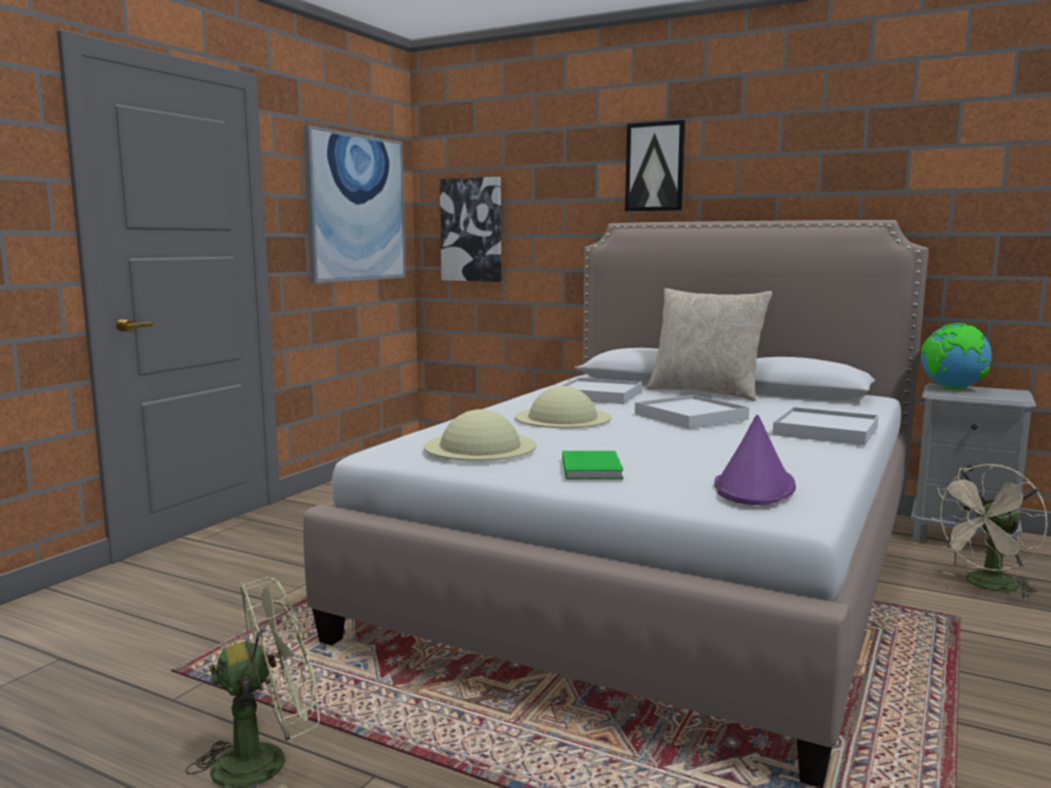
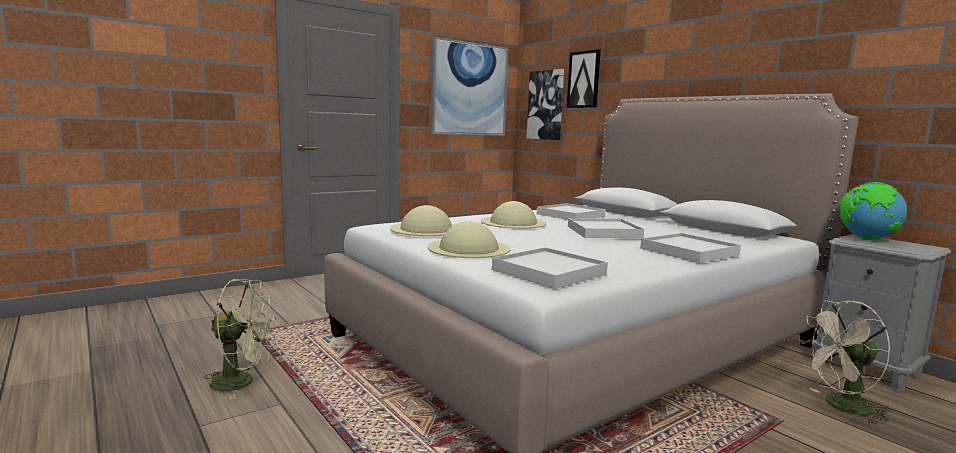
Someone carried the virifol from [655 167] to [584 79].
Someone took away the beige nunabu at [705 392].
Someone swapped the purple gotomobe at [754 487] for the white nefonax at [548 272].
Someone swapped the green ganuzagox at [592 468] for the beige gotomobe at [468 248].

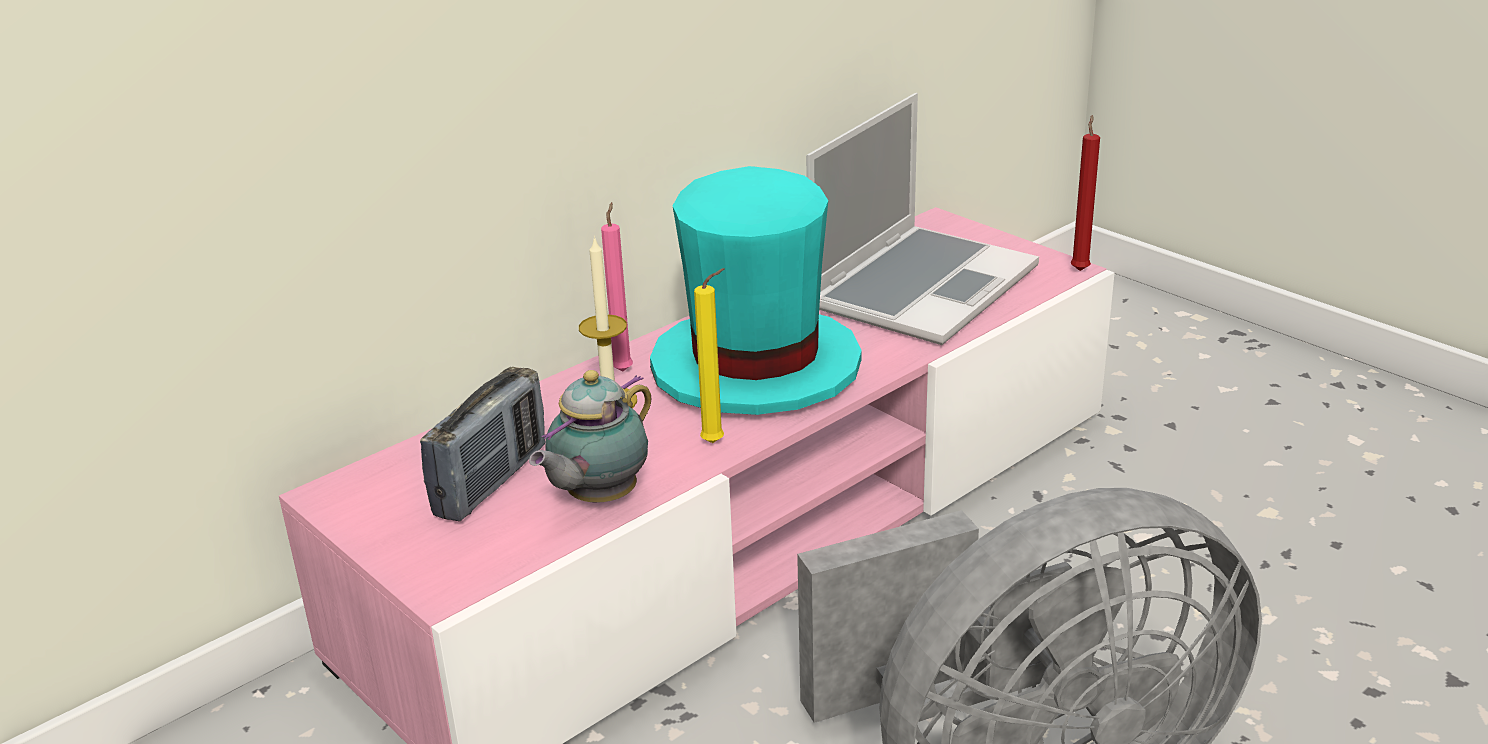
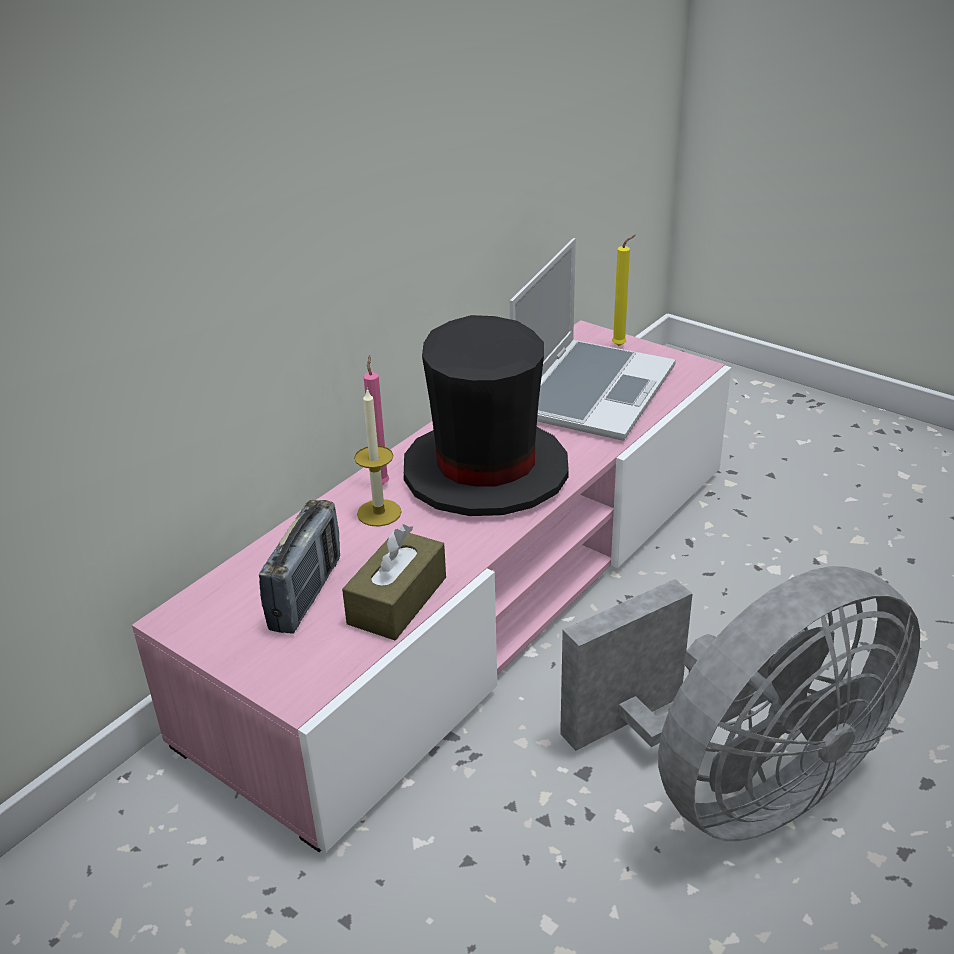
Someone took away the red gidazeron at [1080 269].
Someone repainted the turquoise gotomobe at [755 367], which became the black gotomobe at [485 472].
Someone carried the yellow gidazeron from [716 442] to [621 345].
Someone swapped the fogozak at [598 498] for the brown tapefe at [397 600].

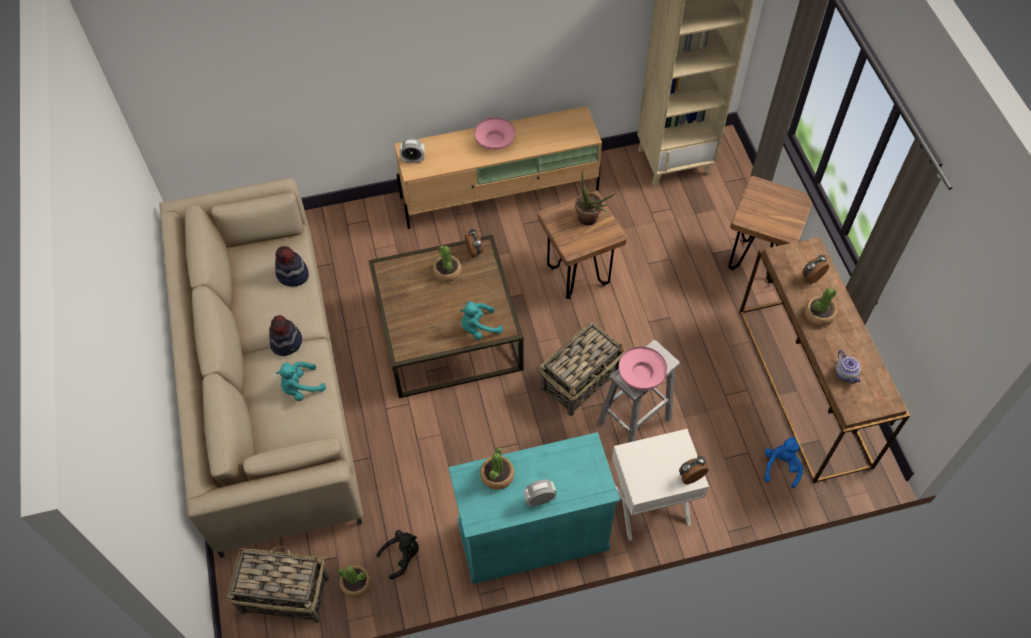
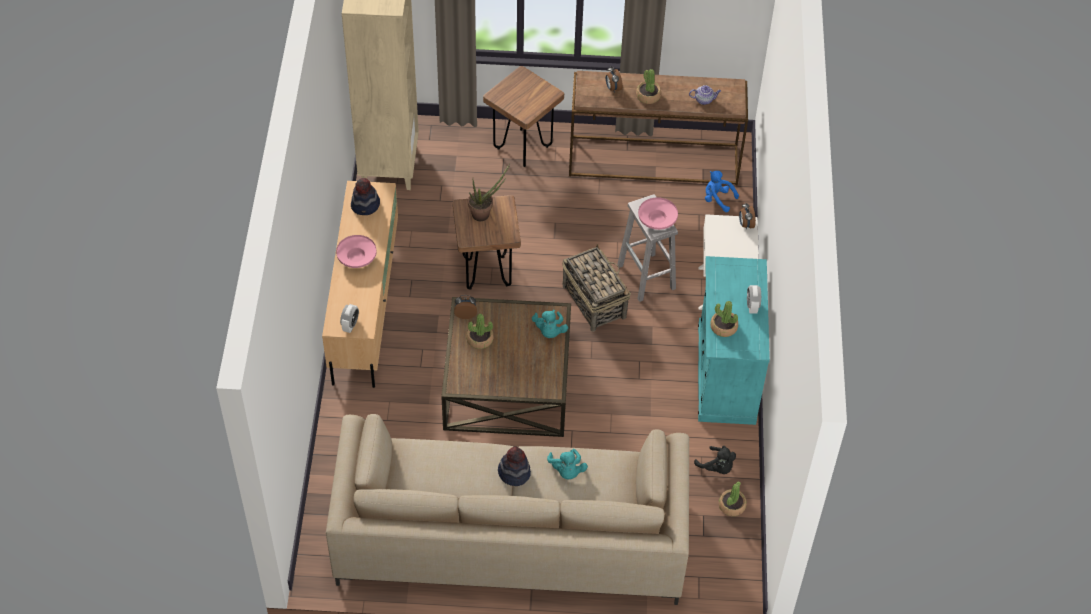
Someone carried the gotomobe from [292 275] to [365 205].
Someone rotated the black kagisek at [402 556] by 150 degrees clockwise.
Someone took away the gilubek at [284 594].

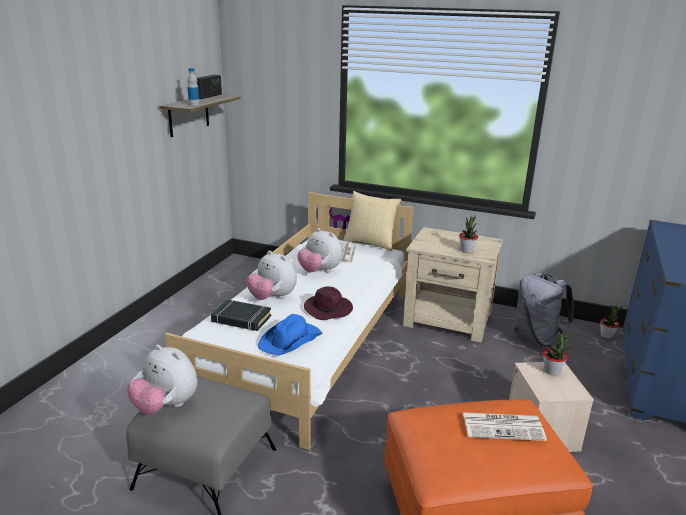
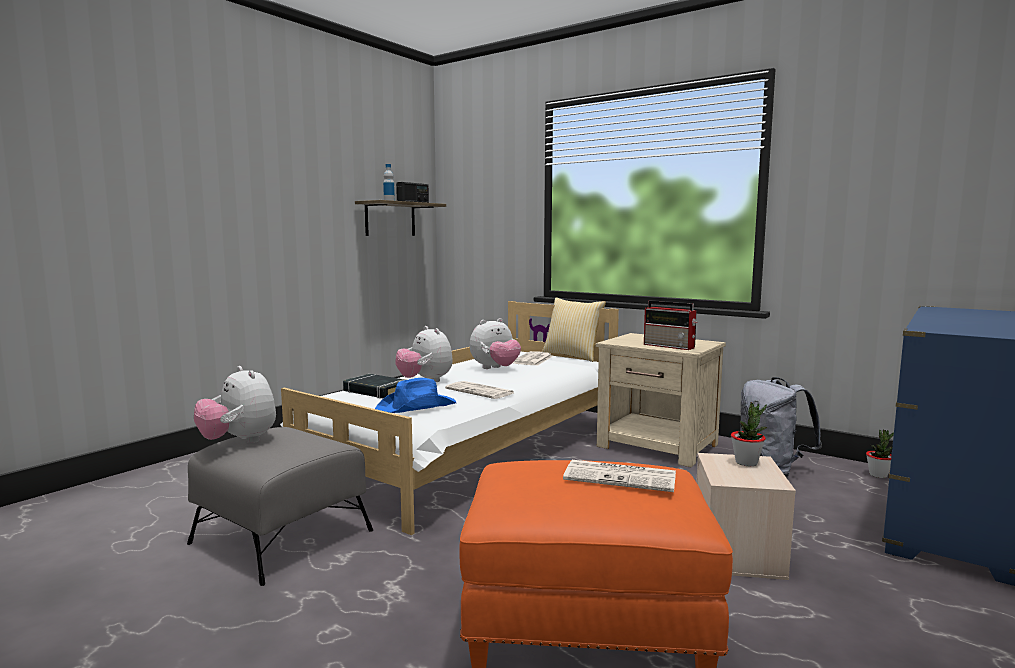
Someone swapped the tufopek at [466 250] for the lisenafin at [670 346].
Someone rotated the kagisek at [320 271] by 90 degrees counterclockwise.
Someone swapped the purple gotomobe at [329 310] for the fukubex at [481 391].

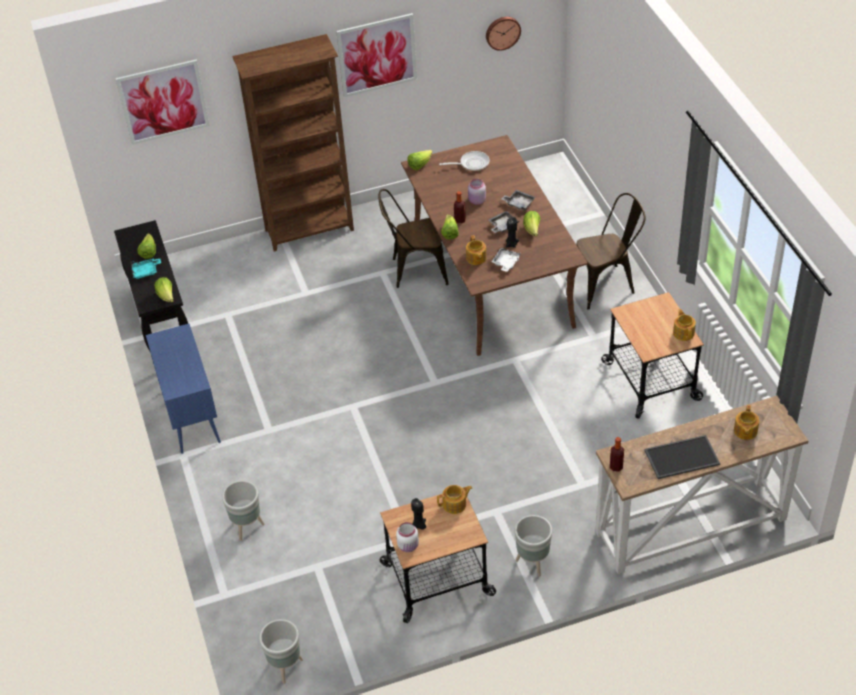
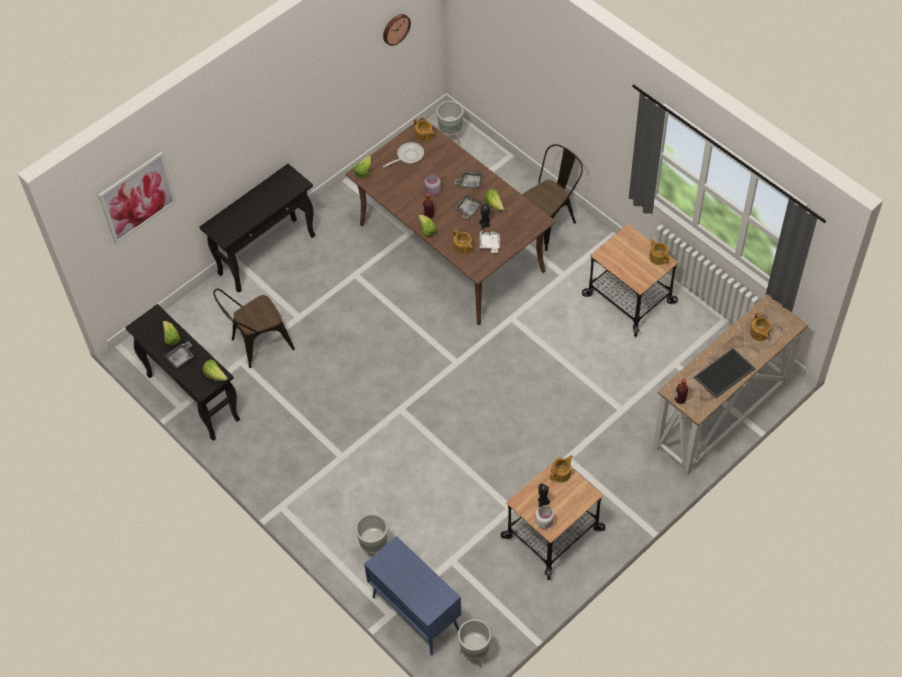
Someone took away the virifol at [377 55].
Someone swapped the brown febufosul at [310 230] for the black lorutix at [267 254].
Someone carried the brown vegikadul from [414 270] to [257 345].
Someone repainted the turquoise nefonax at [146 271], which became the grey nefonax at [181 357].
Someone carried the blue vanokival from [191 415] to [415 613].
Someone carried the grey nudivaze from [533 563] to [451 137].
Someone put down the fogozak at [424 136].

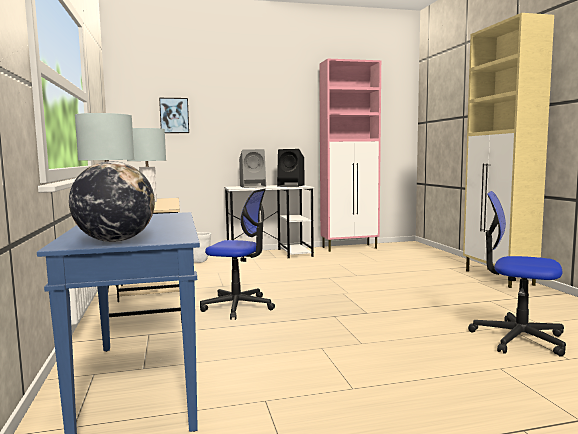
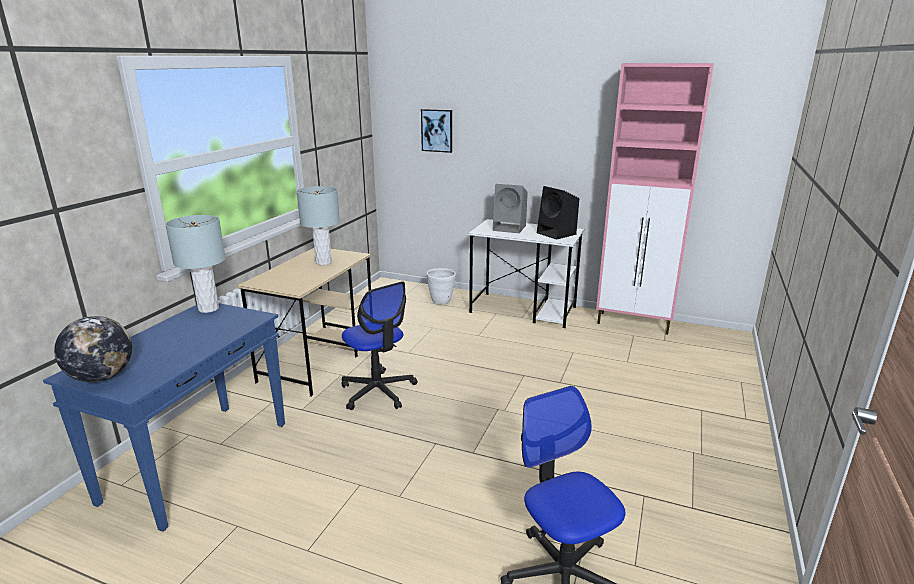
Someone took away the beige vanokival at [499 278].

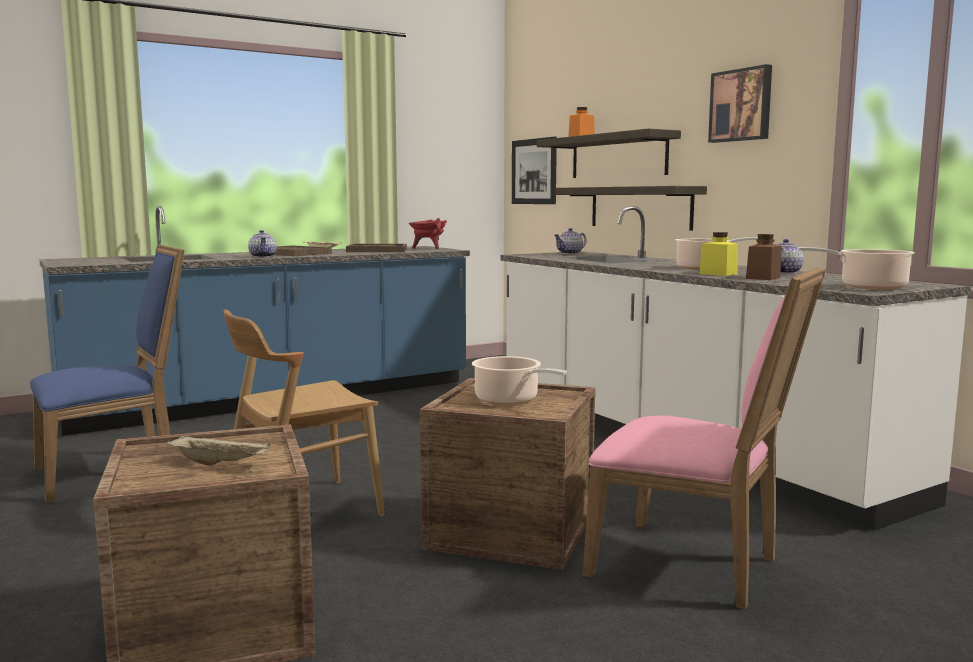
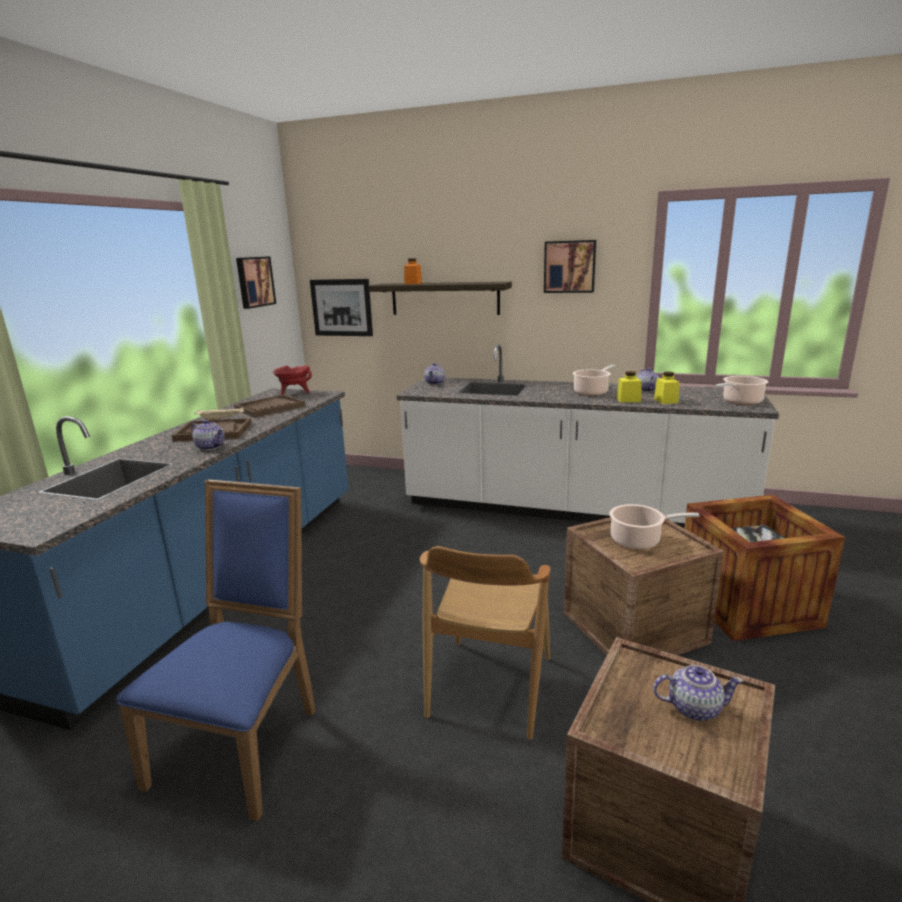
Someone took away the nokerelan at [640 207].
Someone repainted the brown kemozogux at [763 278], which became the yellow kemozogux at [666 401].
Someone swapped the pink vegikadul at [694 566] for the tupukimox at [747 605].
Someone swapped the beige nefonax at [222 464] for the fogozak at [693 708].
Someone put up the virifol at [254 282].

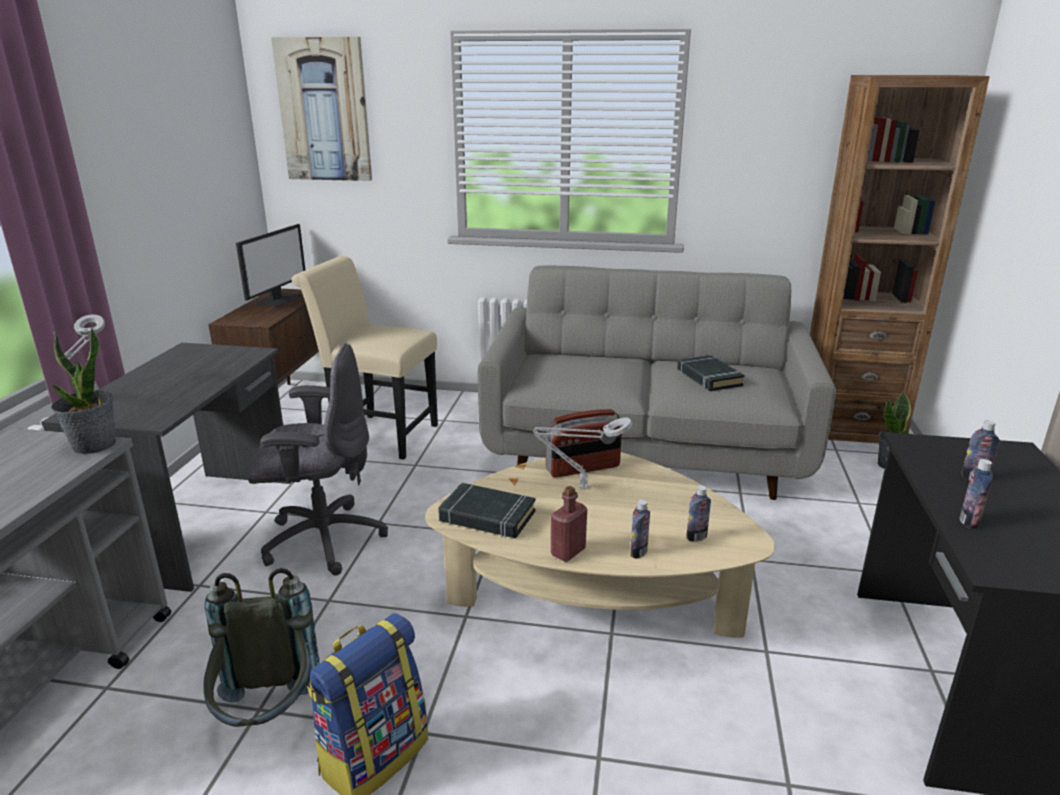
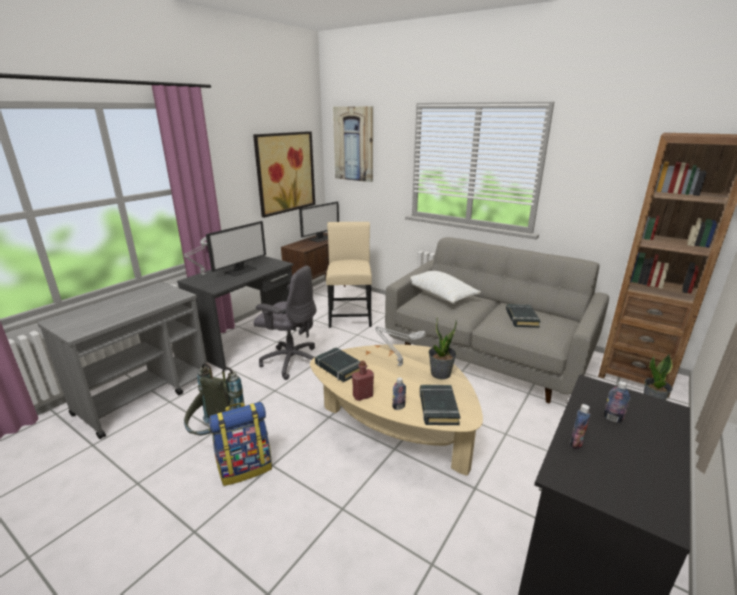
Someone rotated the beige vegikadul at [378 435] by 45 degrees clockwise.
Someone carried the tufopek from [94 445] to [440 374].
Someone took away the lisenafin at [583 468].
Someone swapped the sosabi at [696 537] for the black ganuzagox at [438 408].
Someone put up the virifol at [285 172].
Someone put down the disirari at [241 270].
Someone put down the white nunabu at [439 295].

